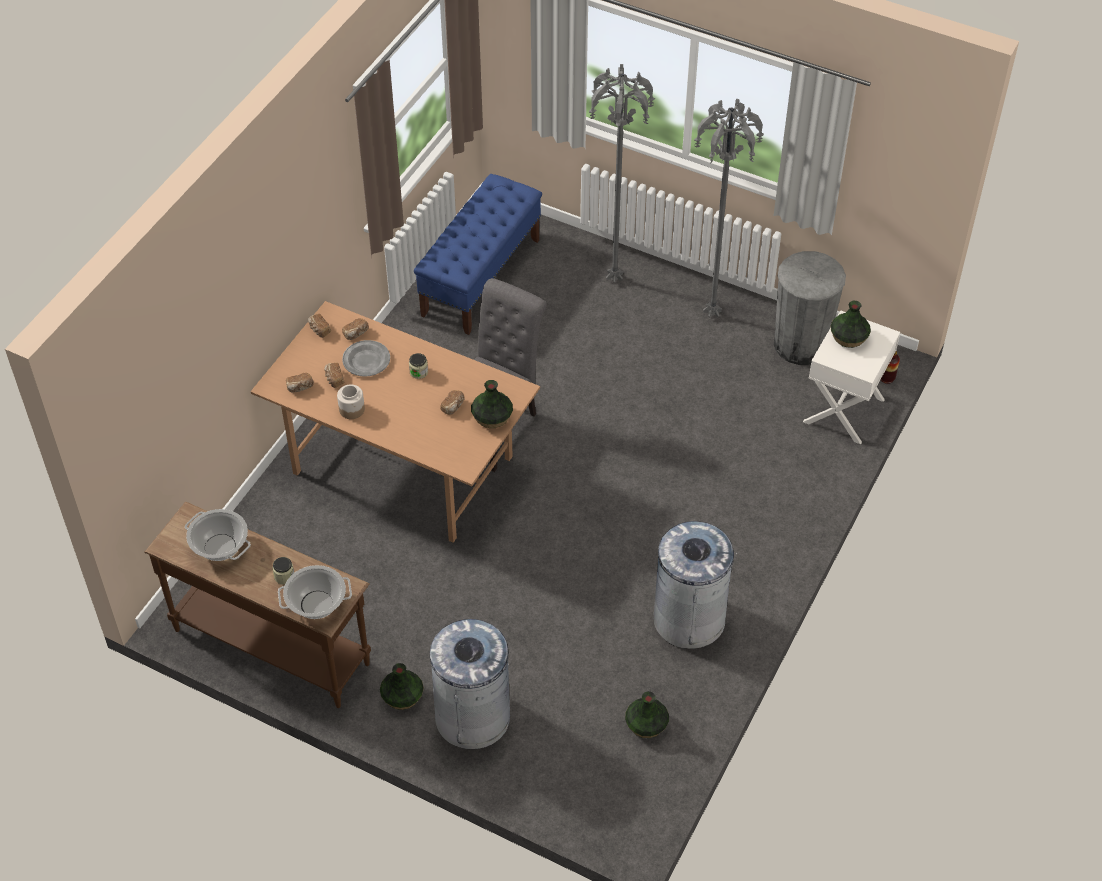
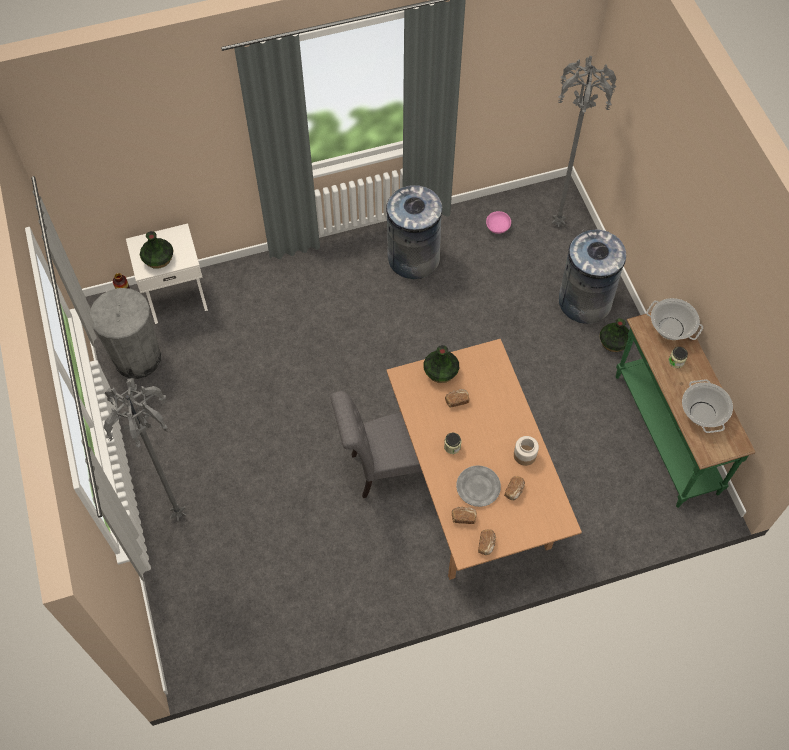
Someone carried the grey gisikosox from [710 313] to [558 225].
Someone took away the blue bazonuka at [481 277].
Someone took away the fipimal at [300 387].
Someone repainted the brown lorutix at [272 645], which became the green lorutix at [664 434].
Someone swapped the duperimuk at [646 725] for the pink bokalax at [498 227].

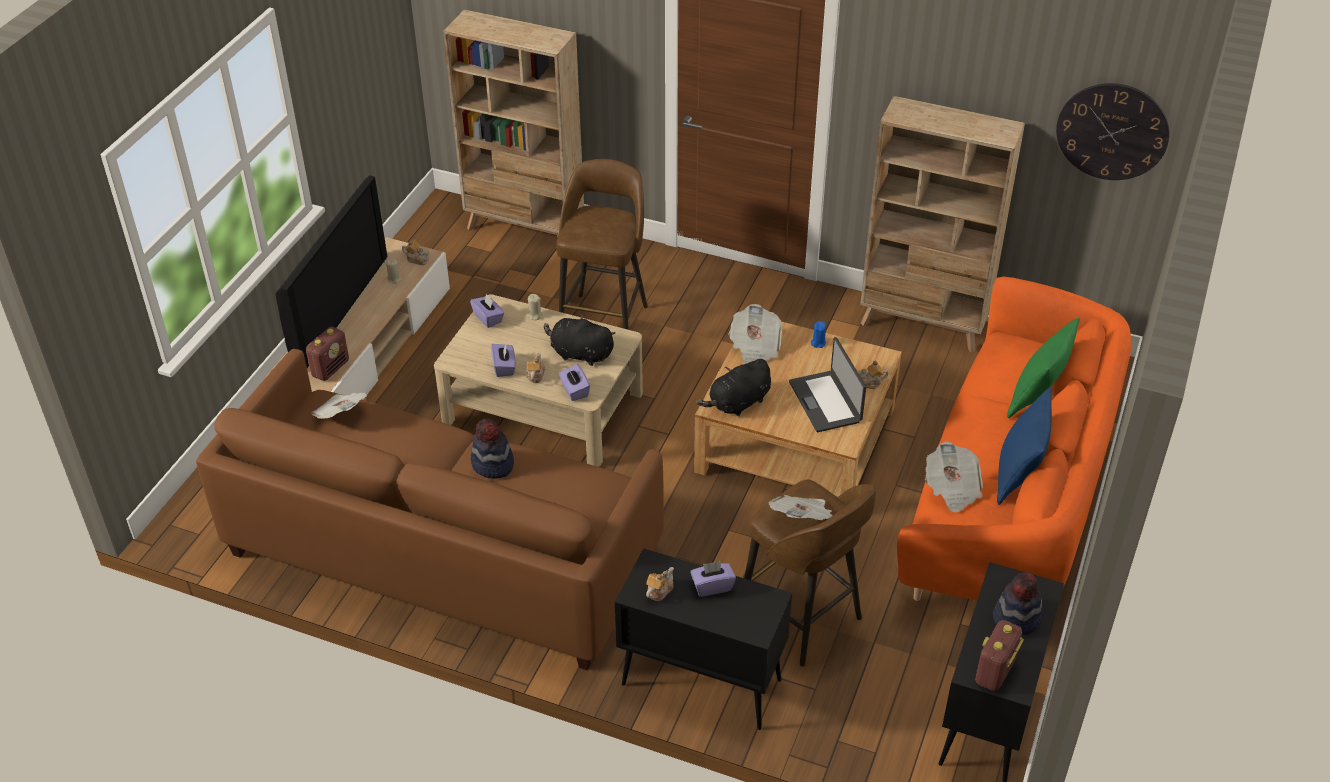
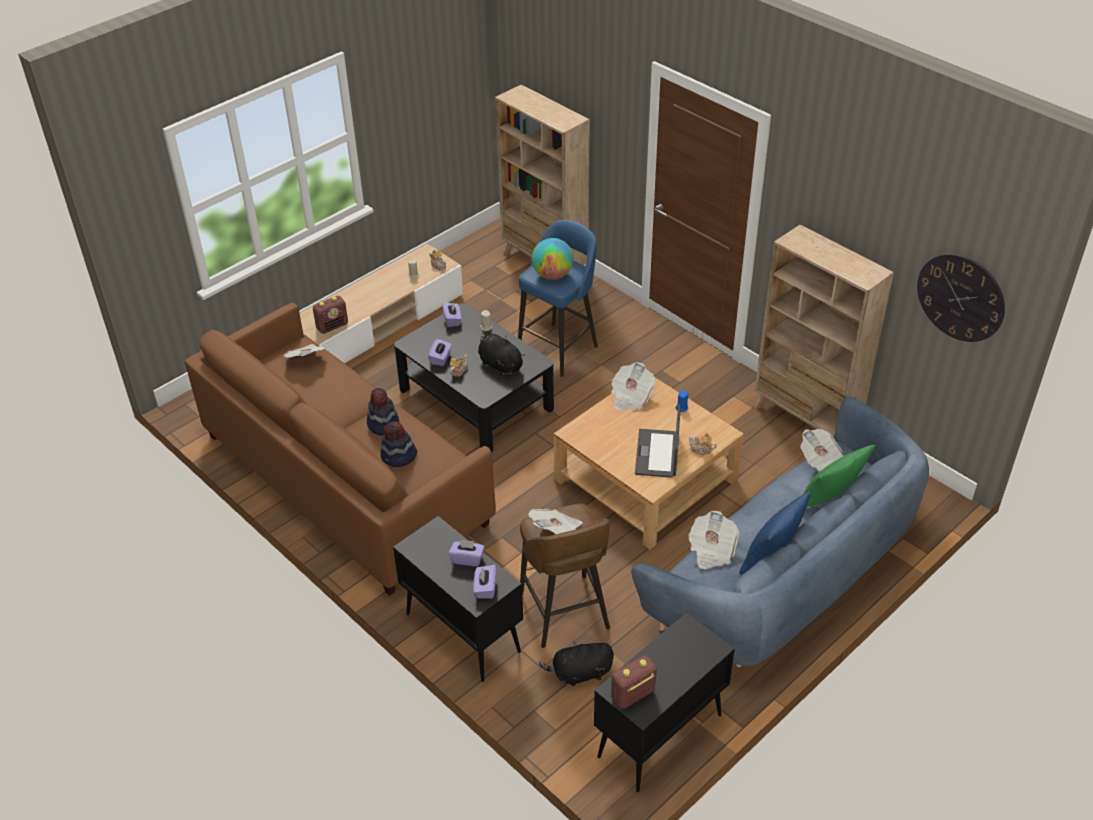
Someone repainted the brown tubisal at [604 321], which became the blue tubisal at [559 349].
Someone took away the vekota at [337 309].
Someone repainted the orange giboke at [1007 499], which became the blue giboke at [784 578].
Someone repainted the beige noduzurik at [542 407], which became the black noduzurik at [475 398].
Someone carried the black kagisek from [738 403] to [579 673].
Someone carried the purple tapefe from [574 390] to [485 588].
Someone took away the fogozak at [659 591].
Someone carried the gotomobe from [1017 618] to [398 457].
Someone put down the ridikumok at [552 275].
Someone put down the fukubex at [821 462].

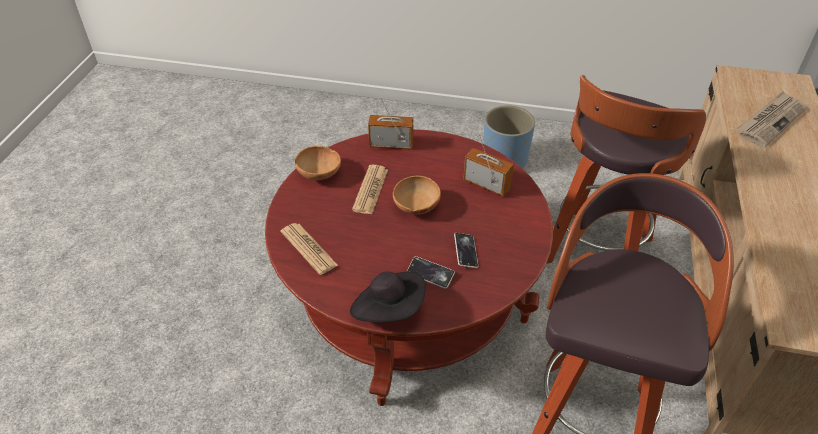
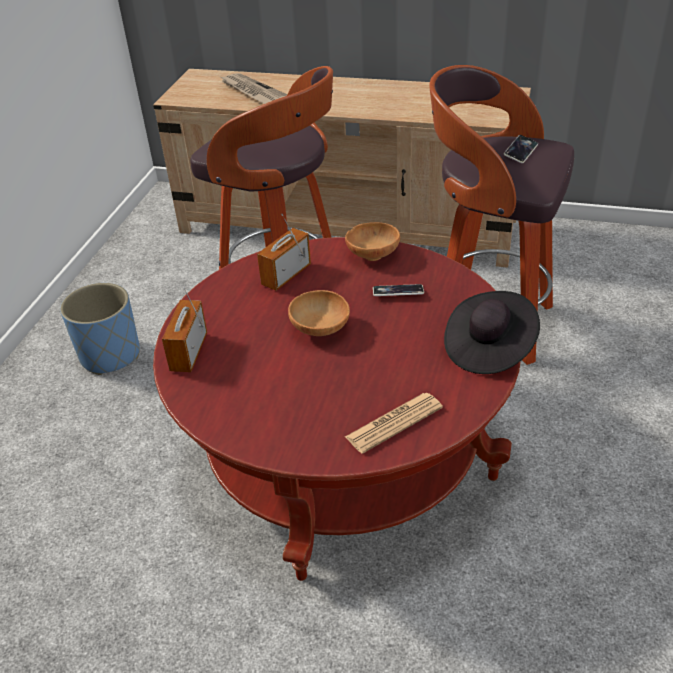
Someone carried the brown bokalax from [320 174] to [373 254].
Someone took away the fukubex at [370 190].
Someone carried the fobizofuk from [430 274] to [520 152].

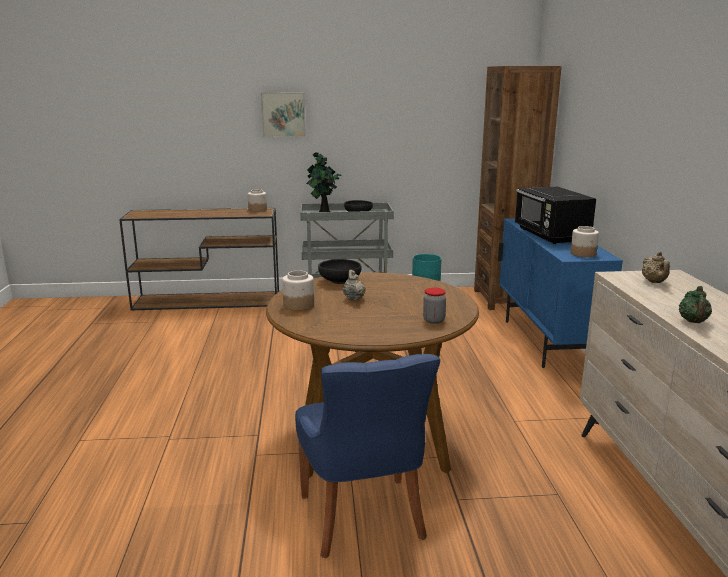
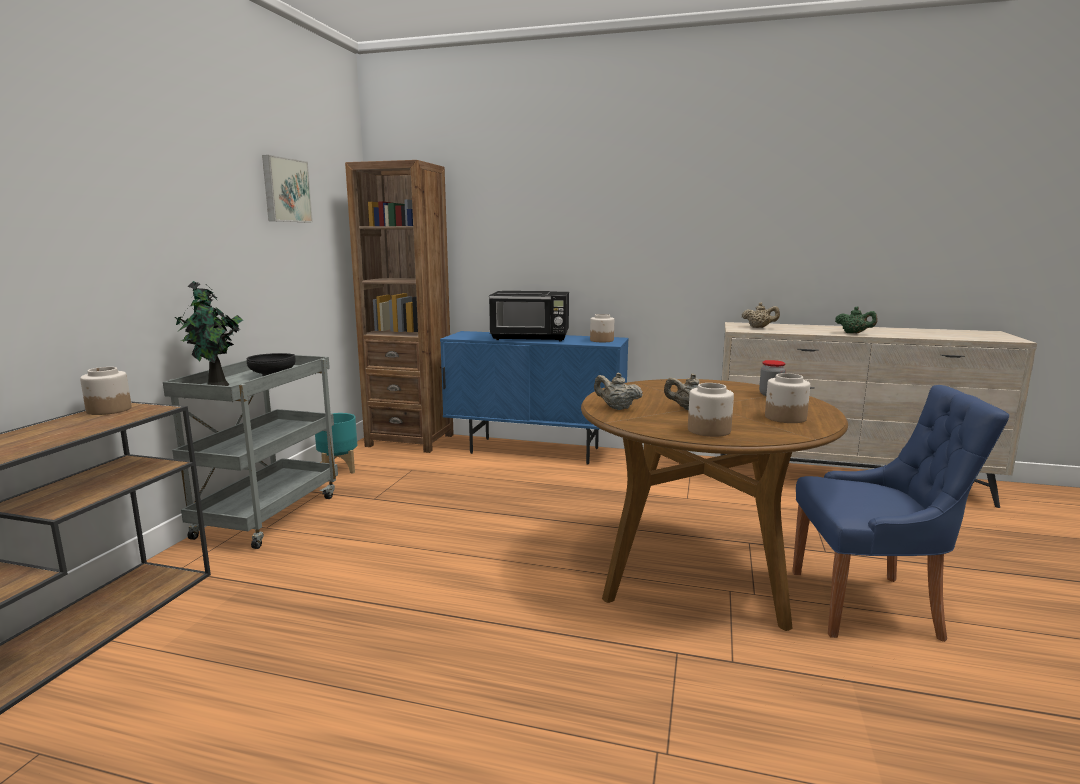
Someone carried the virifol from [283 114] to [285 190].
Someone swapped the black bokalax at [339 281] for the beige fogozak at [617 408].
Someone put down the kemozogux at [785 418].

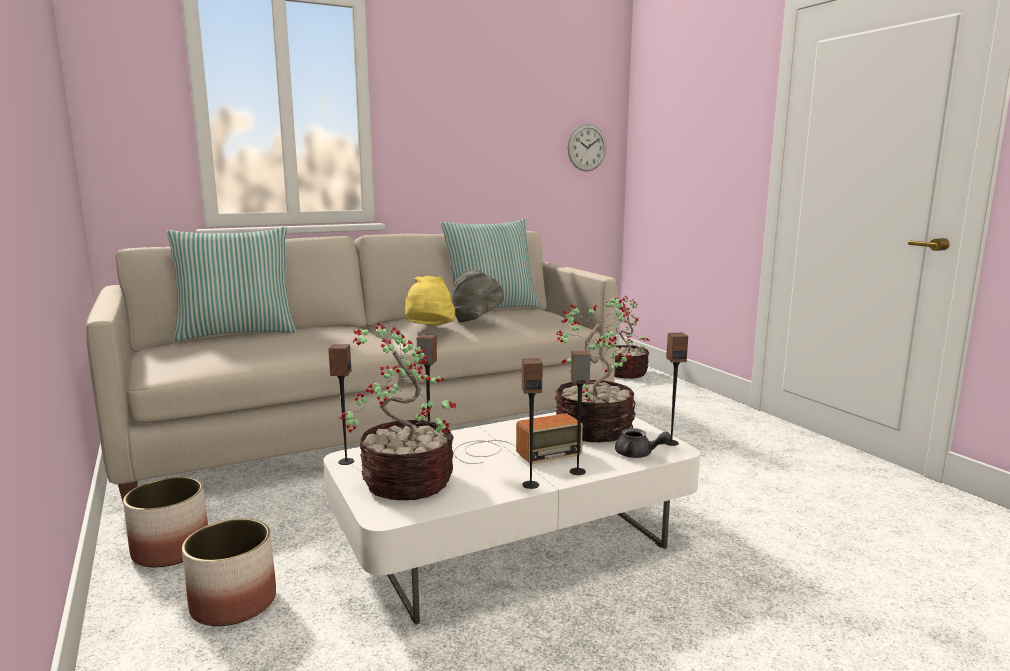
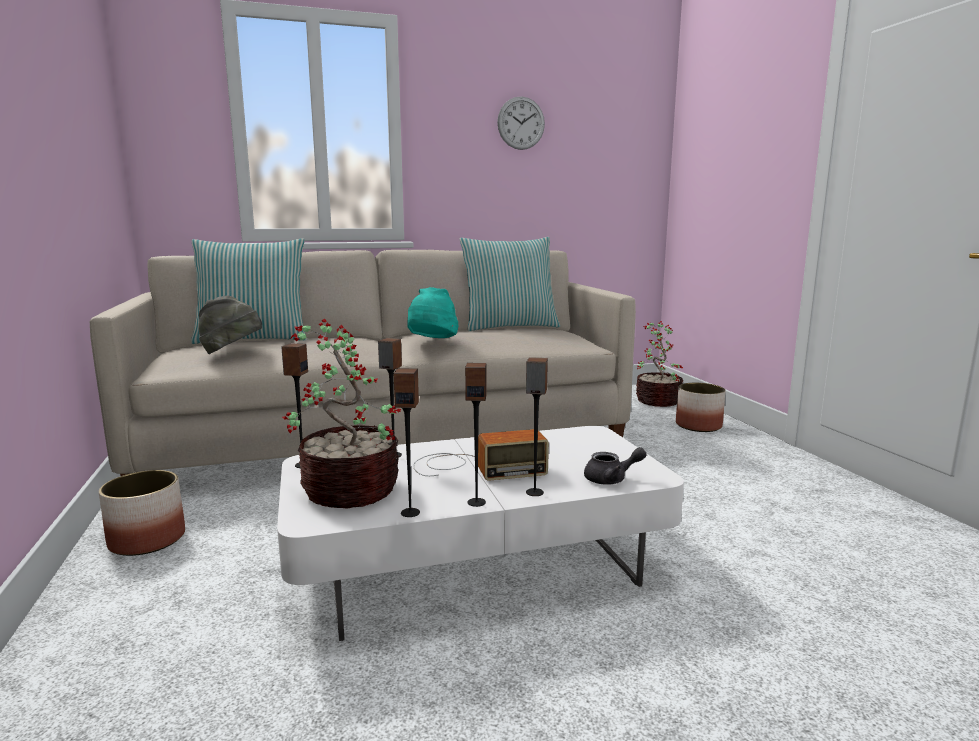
Someone carried the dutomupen from [586 147] to [521 123].
Someone carried the grey gotomobe from [477 320] to [232 352].
Someone repainted the yellow gotomobe at [429 329], which became the turquoise gotomobe at [432 341].
Someone took away the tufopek at [595 429].
Someone carried the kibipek from [671 442] to [410 512].
Someone rotated the grey fogozak at [638 455] by 45 degrees counterclockwise.
Someone carried the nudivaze from [233 603] to [698 426].

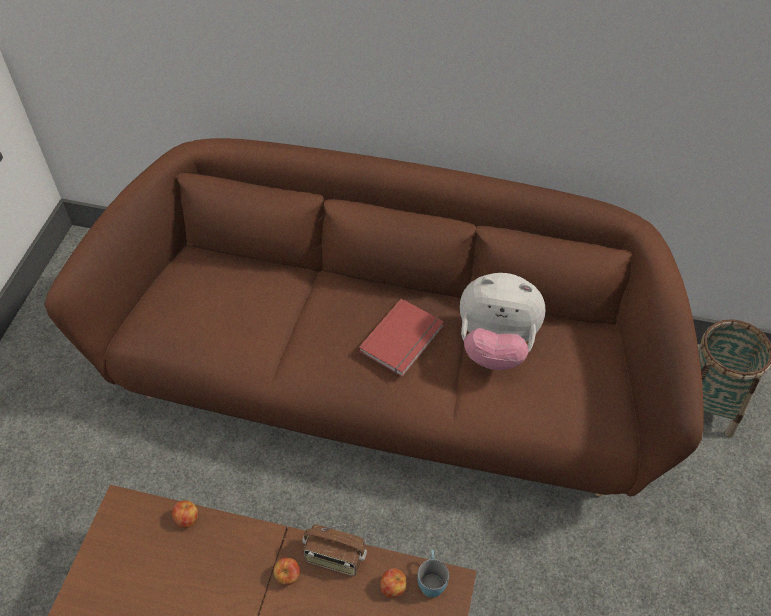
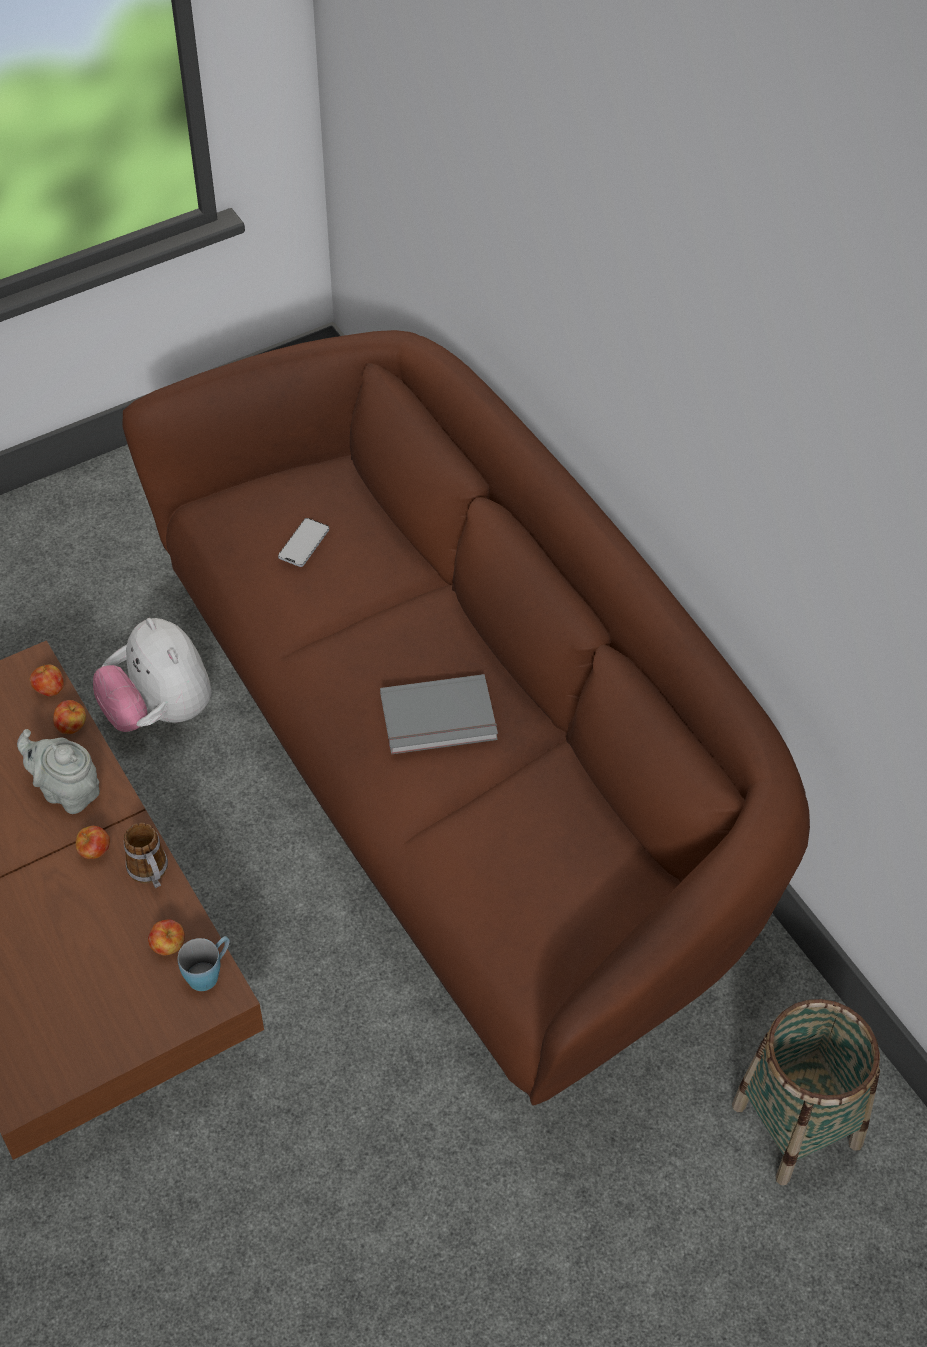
Someone carried the kagisek from [495 346] to [159 711].
Someone repainted the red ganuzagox at [403 339], which became the grey ganuzagox at [439 720].
Someone swapped the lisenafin at [334 558] for the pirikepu at [151 874].
Someone put down the fobizofuk at [304 543].
Someone put down the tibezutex at [49 690].
Someone put down the grey fogozak at [67 791].

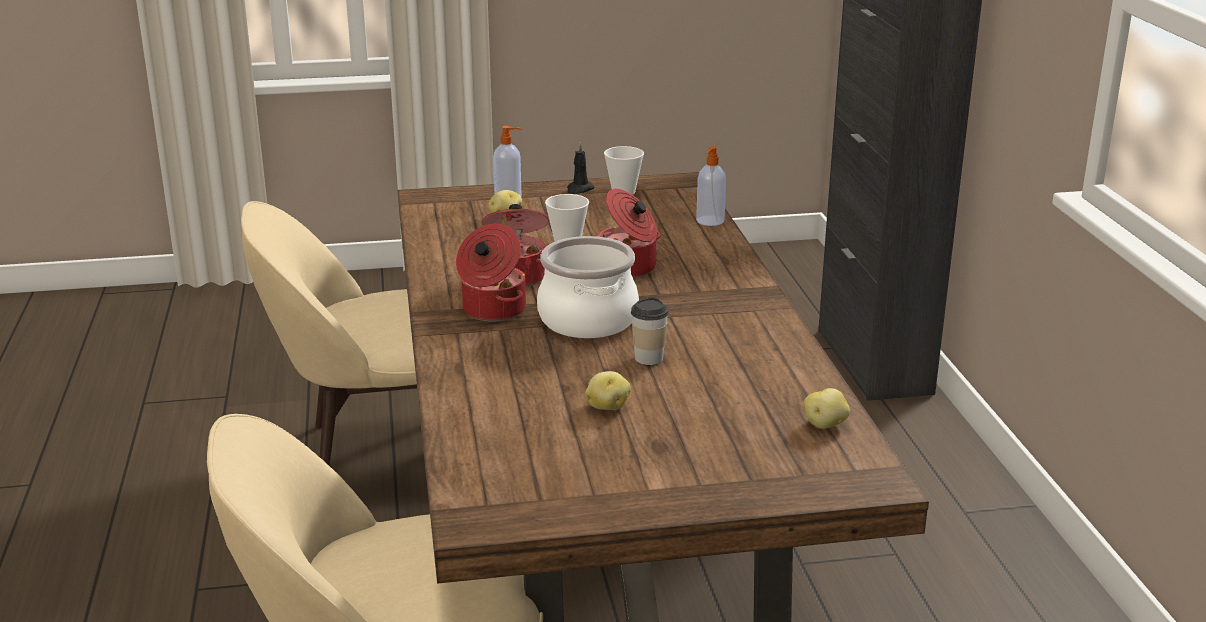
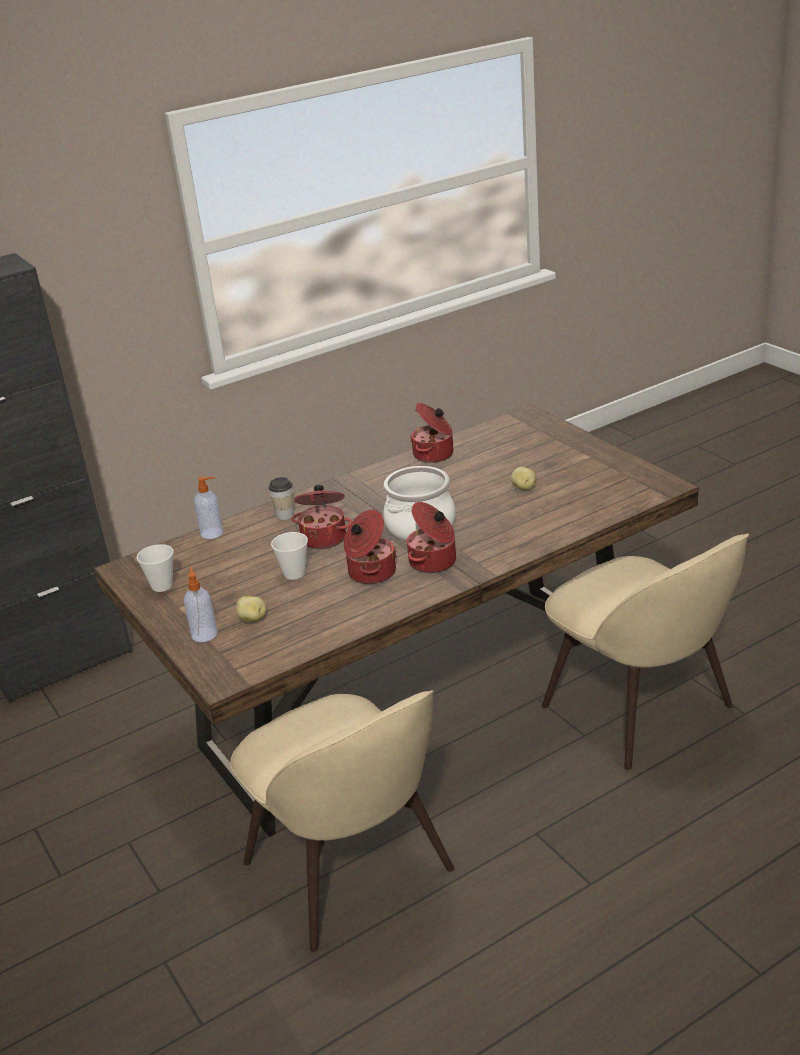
Someone took away the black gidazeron at [579 189].
Someone carried the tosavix from [648 358] to [285 515].
Someone took away the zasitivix at [825 425].
Someone put down the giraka at [434 454].

